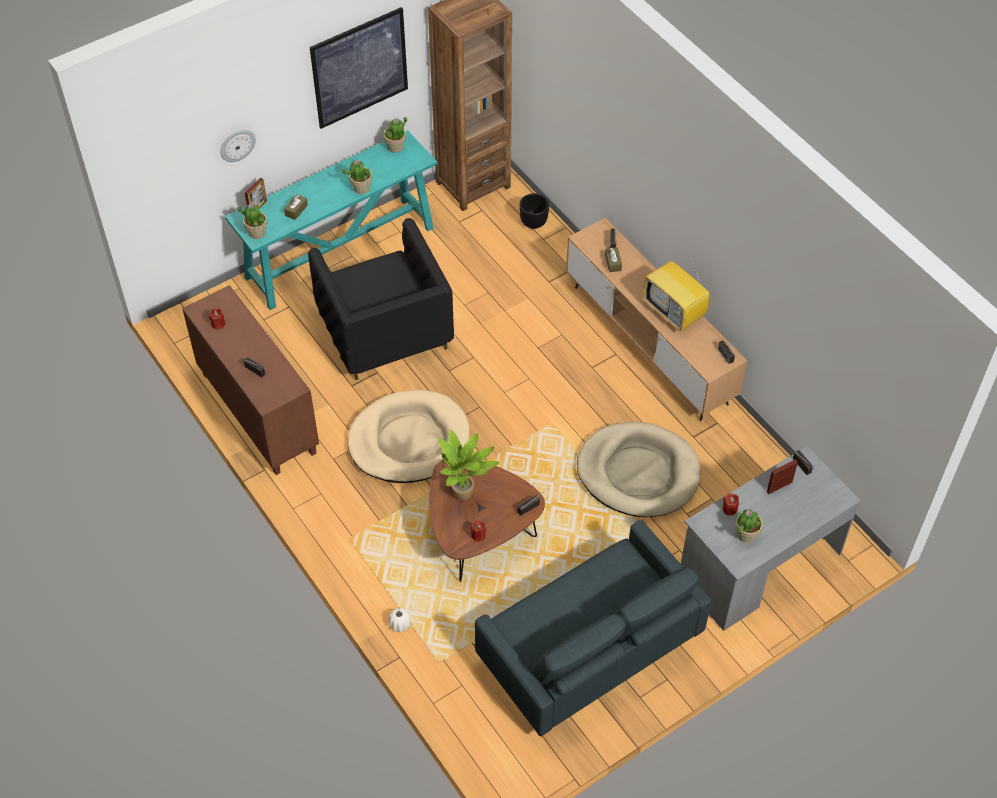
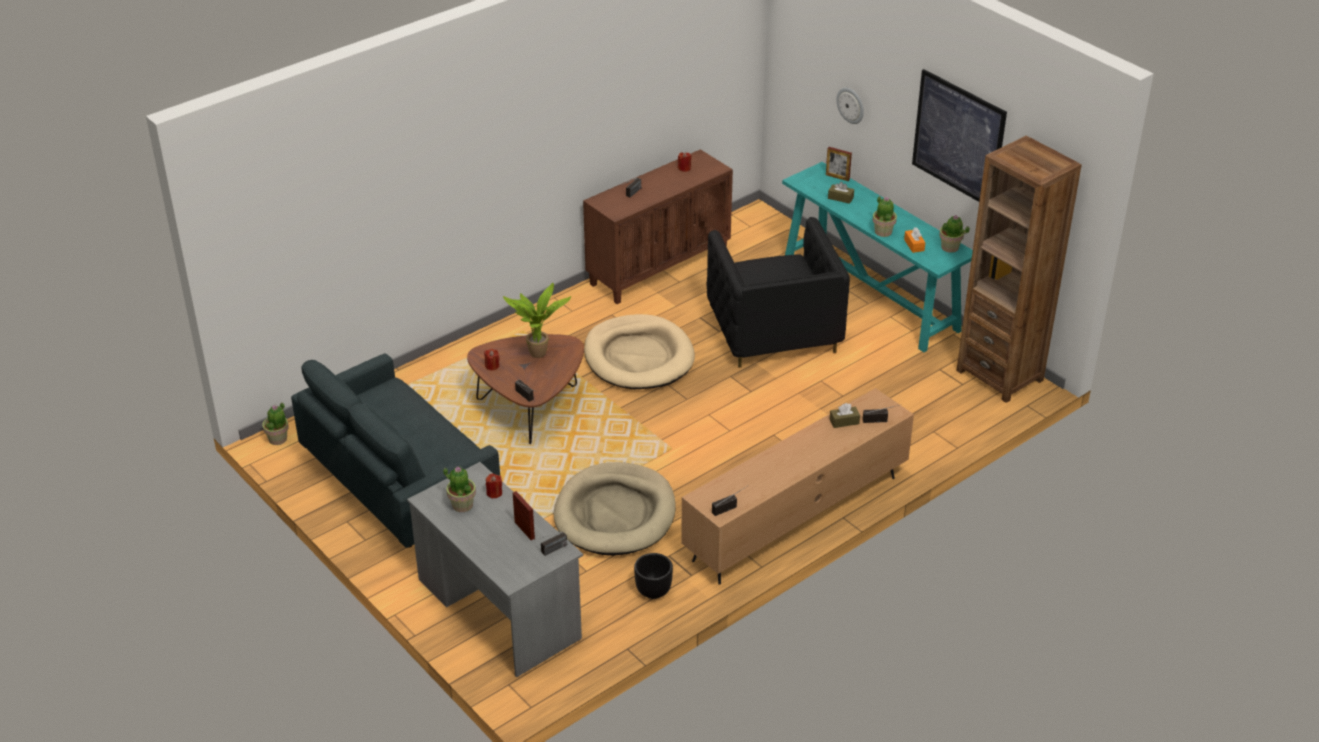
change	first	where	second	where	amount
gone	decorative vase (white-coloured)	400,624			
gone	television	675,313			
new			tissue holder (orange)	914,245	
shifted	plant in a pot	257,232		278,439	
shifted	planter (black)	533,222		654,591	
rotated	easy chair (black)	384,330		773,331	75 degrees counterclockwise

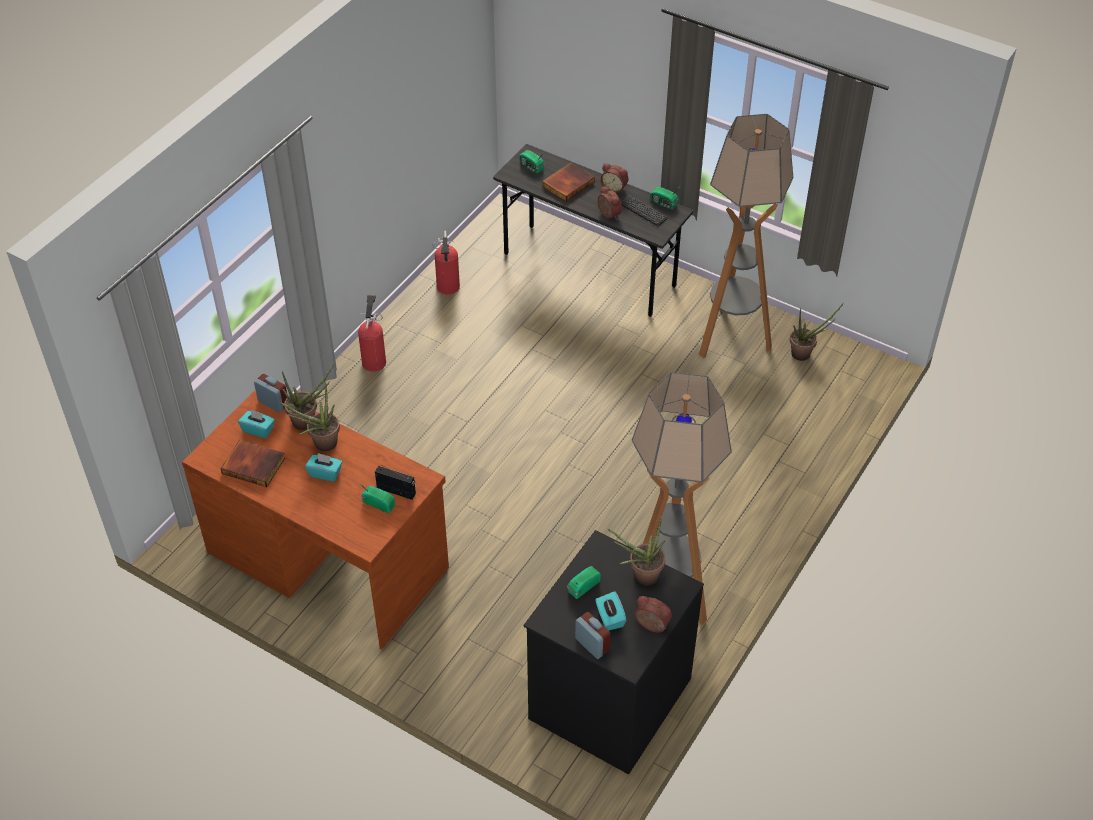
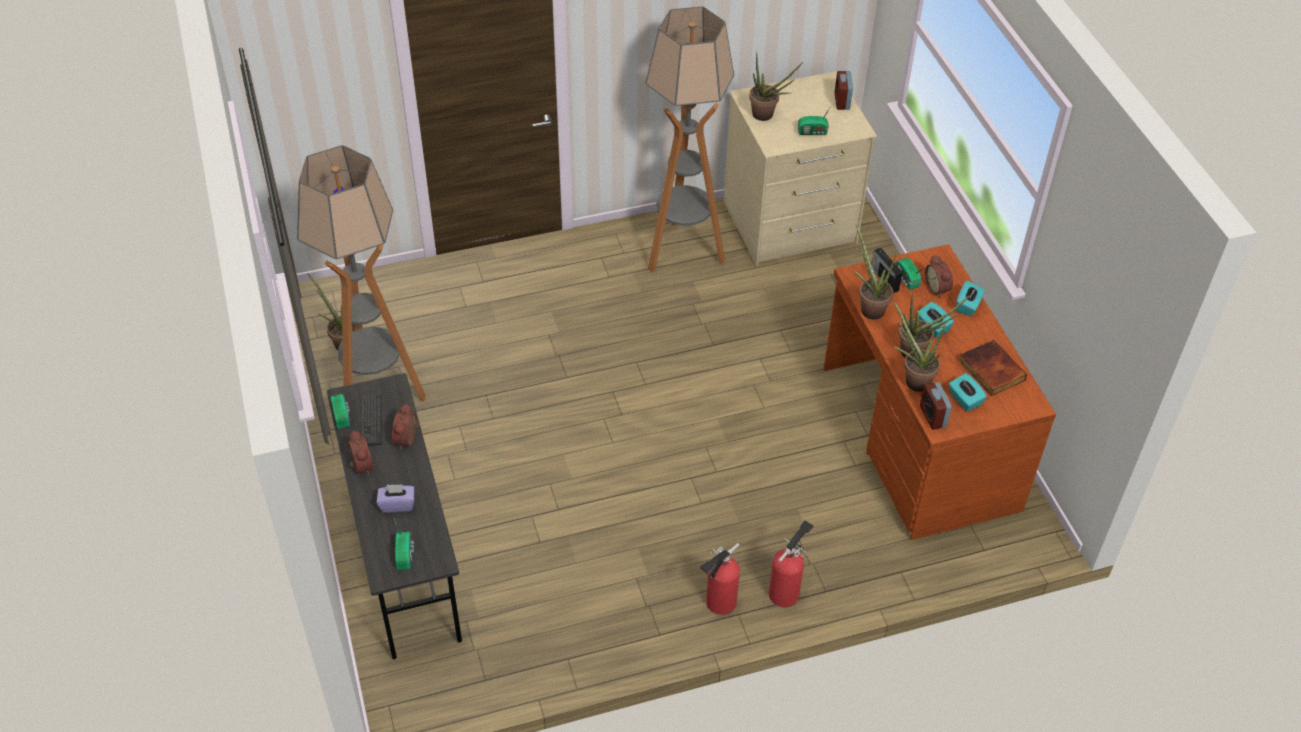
change	first	where	second	where	amount
new			plant in a pot	869,307	
shifted	extinguisher	448,288		786,592	
shifted	tissue holder (turquoise)	610,618		968,306	
shifted	table clock	651,626		938,288	
swapped	book	568,183	tissue holder (purple-coloured)	397,504	
repainted	chest of drawers (black)	608,697	chest of drawers (sand-coloured)	790,223	

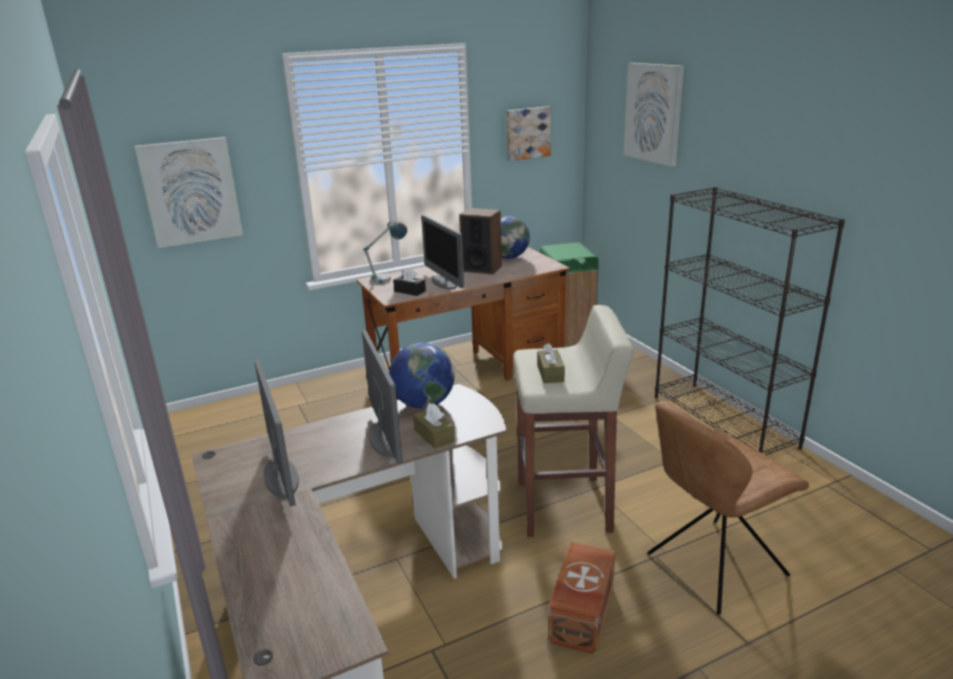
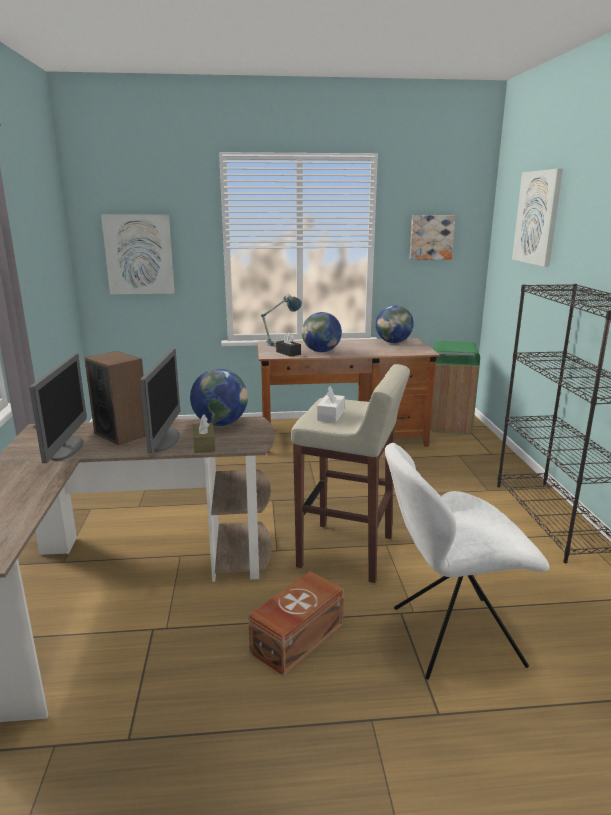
change	first	where	second	where	amount
shifted	audio speaker	481,268		122,434	
swapped	monitor	444,283	globe	321,351	
repainted	tissue holder (brownish)	550,373	tissue holder (white-coloured)	330,415	
repainted	upright chair (brownish)	712,566	upright chair (white-coloured)	451,636	

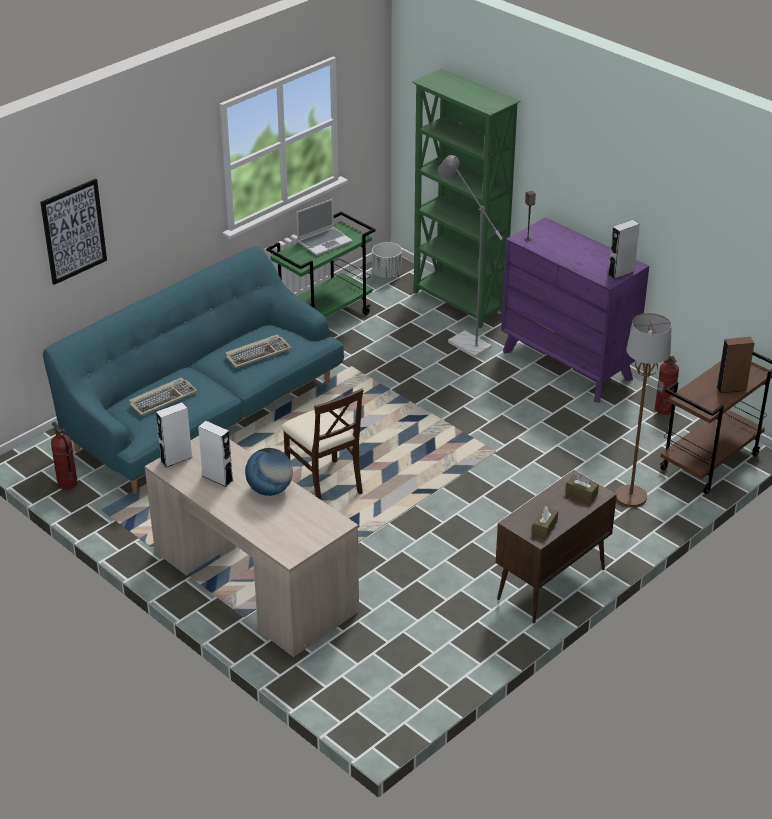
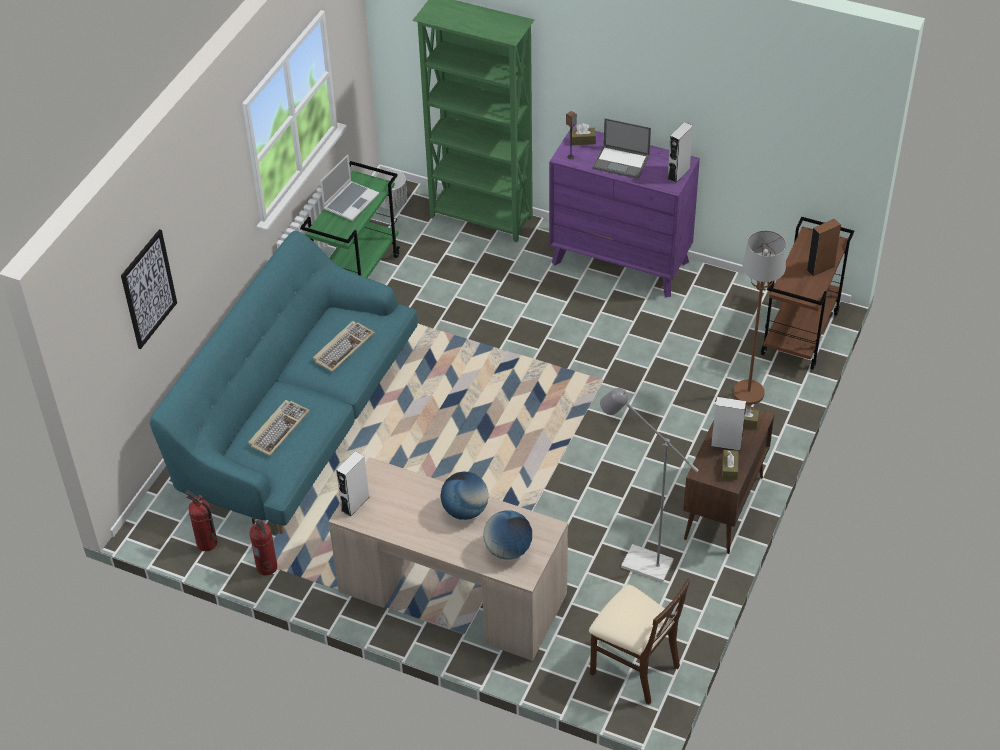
change	first	where	second	where	amount
new			globe	508,549	
new			tissue holder (brownish)	582,140	
new			portable computer	622,162	
shifted	audio speaker (white-coloured)	217,478		726,444	
shifted	upright chair (sand-coloured)	324,485		634,668	
shifted	standard lamp (grey)	463,342		638,561	
shifted	extinguisher	664,409		267,567	

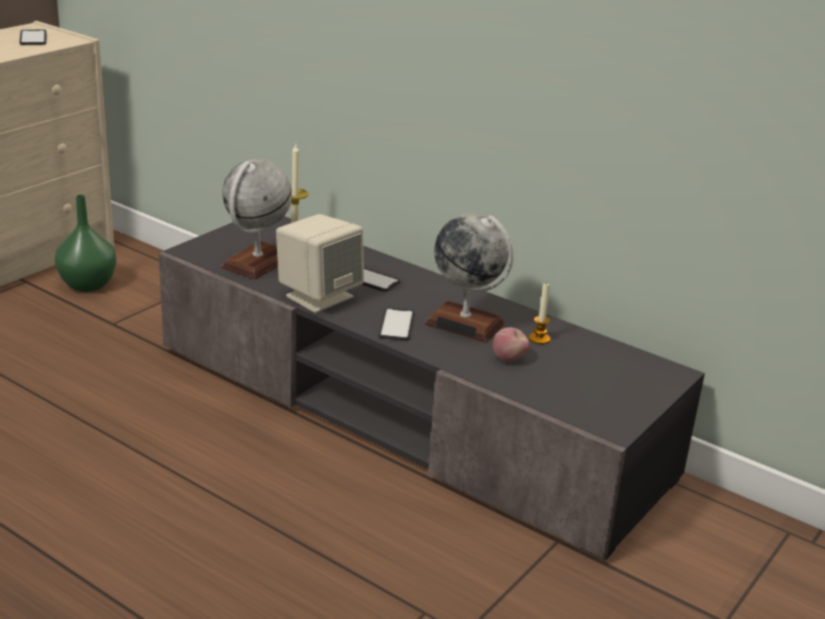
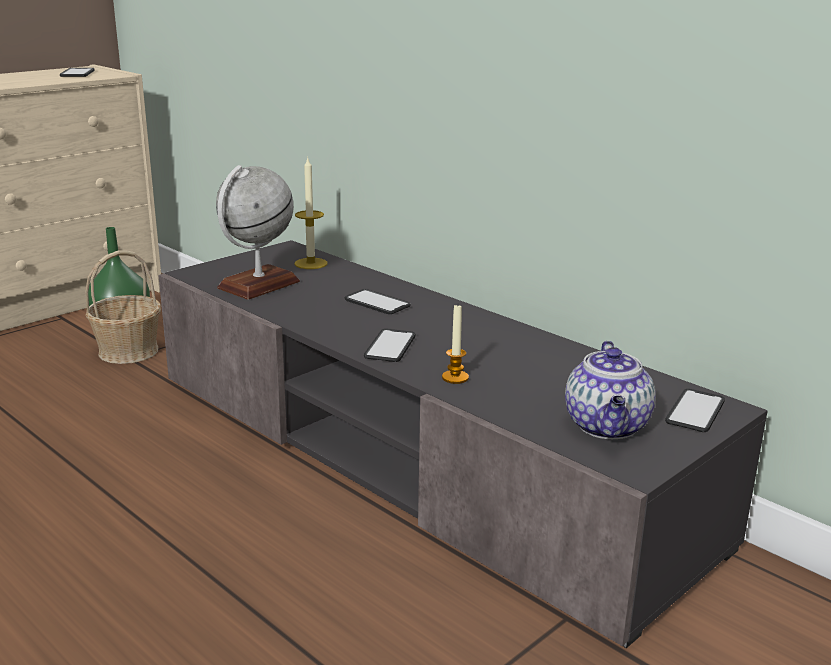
change	first	where	second	where	amount
gone	audio speaker (sand-coloured)	319,296			
gone	globe	465,323			
gone	apple fruit	509,359			
new			household basket	129,351	
new			tea pot	608,427	
new			phone	695,411	
shifted	wax light	539,339		455,378	

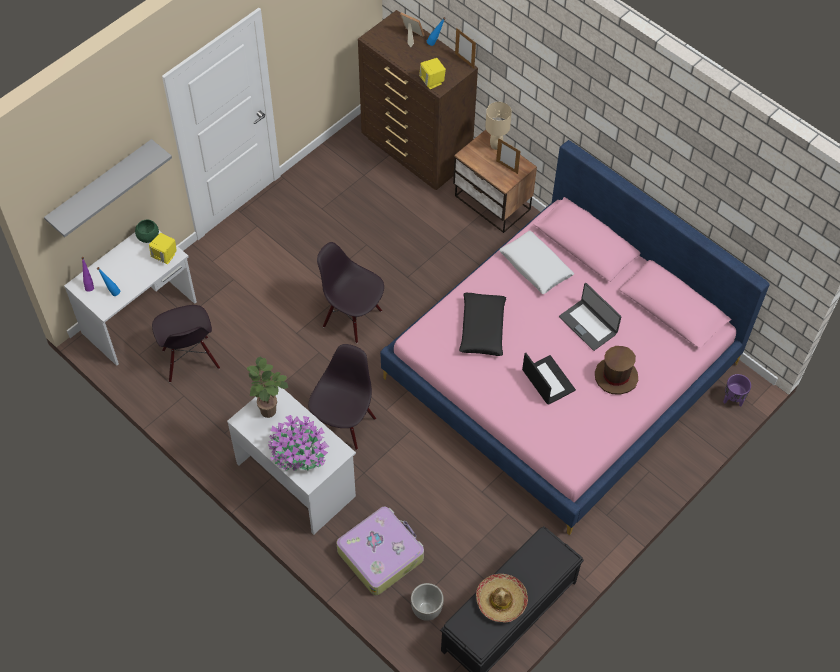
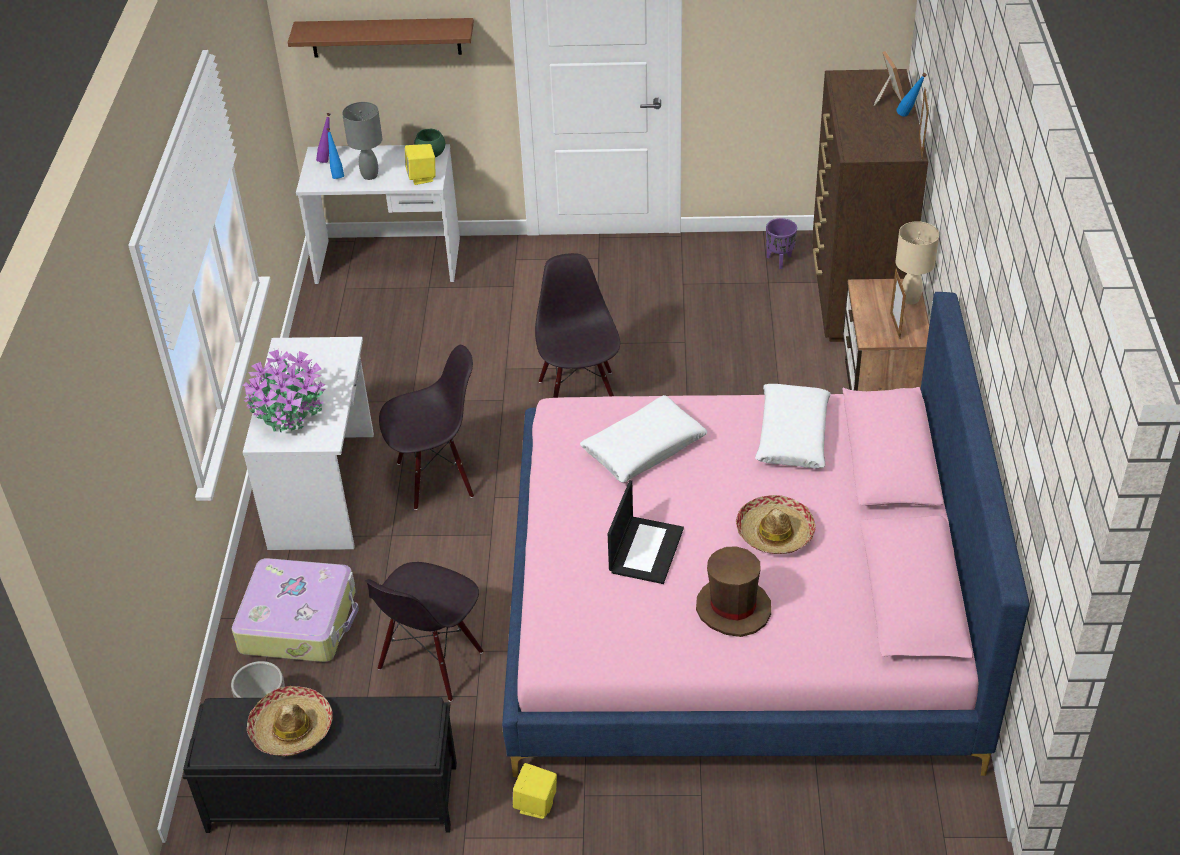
change	first	where	second	where	amount
gone	plant in a pot	270,412			
new			lamp for a table (grey)	370,175	
shifted	upright chair (black)	190,359		431,662	
shifted	audio speaker (yellow)	432,81		536,805	
shifted	planter (purple-coloured)	733,399		780,260	
swapped	portable computer	588,325	wearable hat	774,532	
repainted	shelf (grey)	101,186	shelf (brownish)	385,37	
repainted	cushion (black)	482,328	cushion (white-coloured)	643,448	

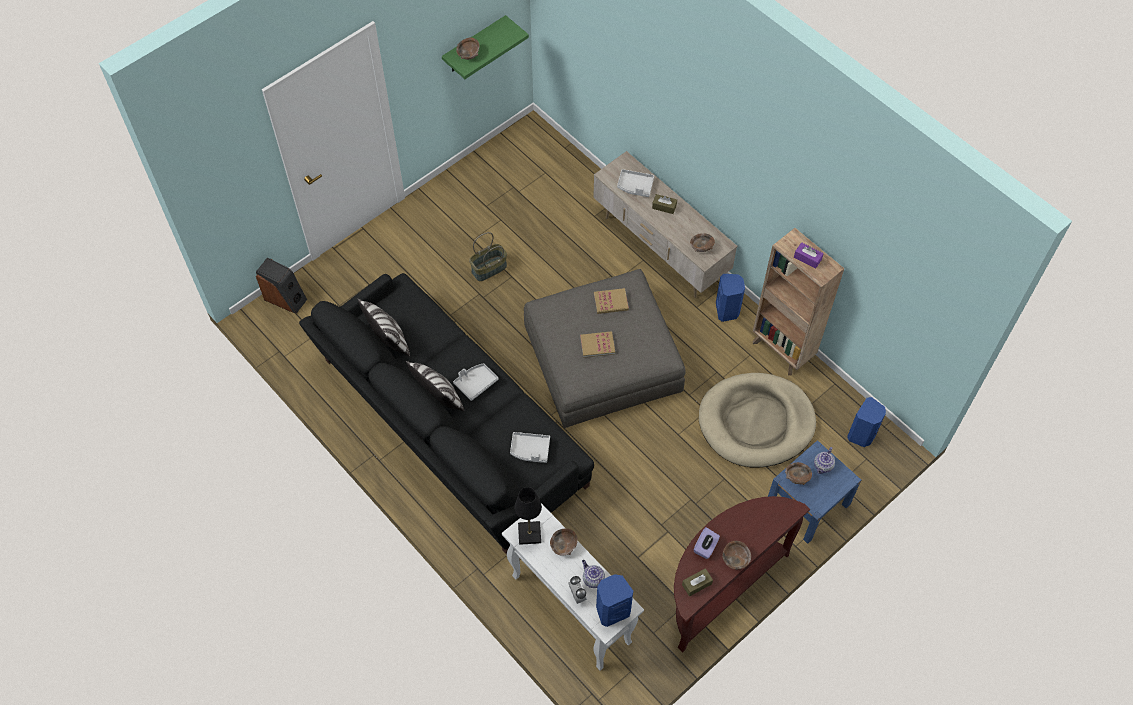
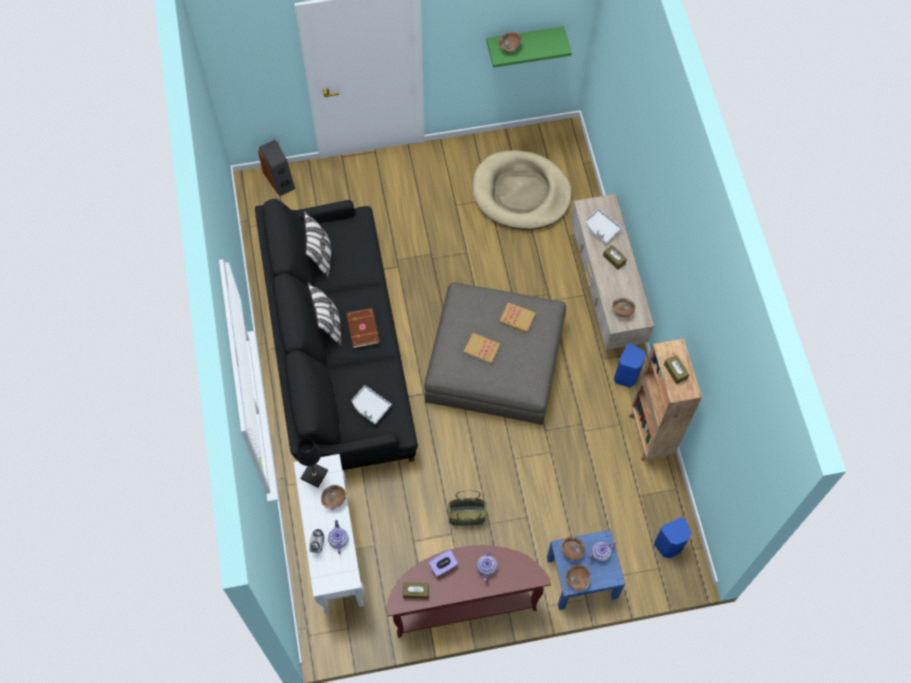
change	first	where	second	where	amount
gone	audio speaker (blue-coloured)	612,610			
new			tea pot	487,568	
shifted	household basket	489,269		466,516	
shifted	dog bed (sand-coloured)	756,422		521,193	
shifted	serving bowl (brownish)	735,558		577,579	
swapped	tray (grey)	475,383	book (brownish)	363,328	
repainted	tissue holder (purple-coloured)	807,258	tissue holder (brownish)	675,371	

